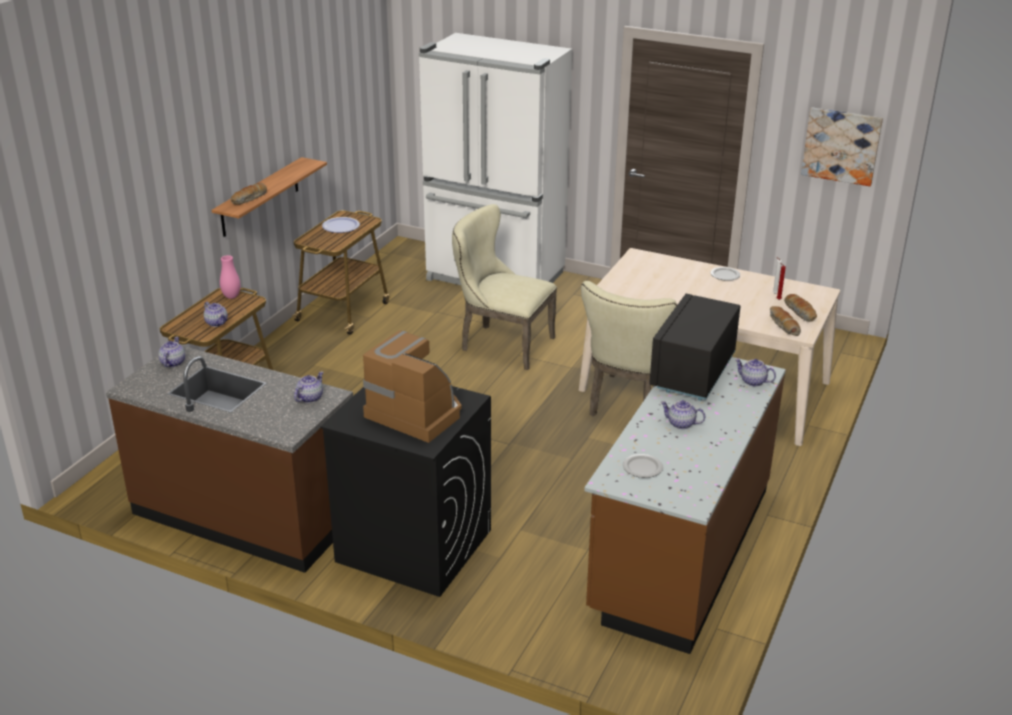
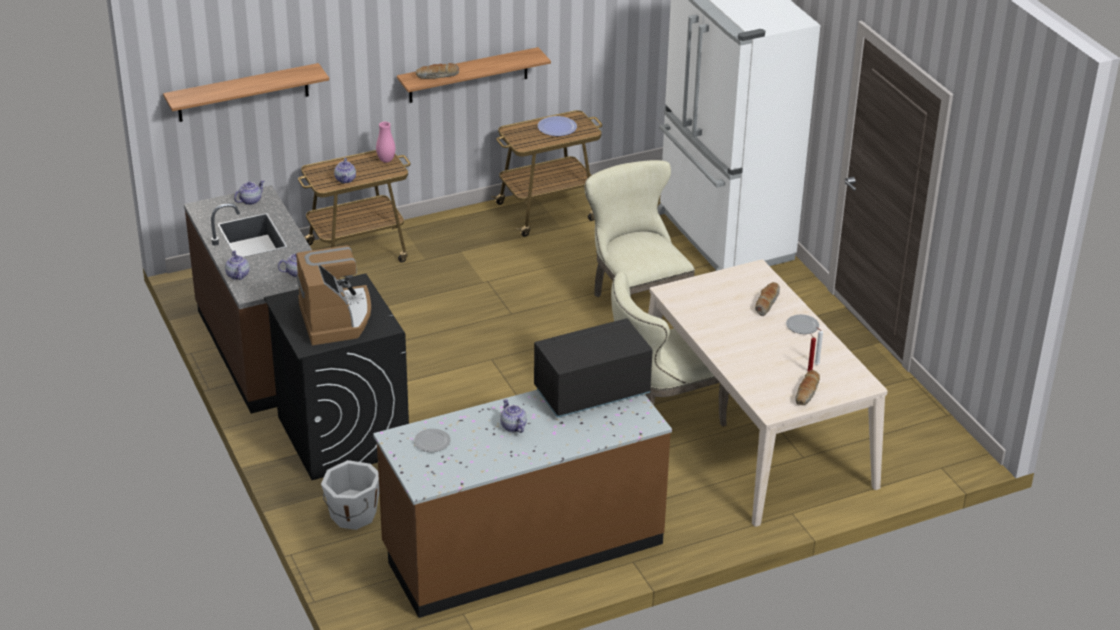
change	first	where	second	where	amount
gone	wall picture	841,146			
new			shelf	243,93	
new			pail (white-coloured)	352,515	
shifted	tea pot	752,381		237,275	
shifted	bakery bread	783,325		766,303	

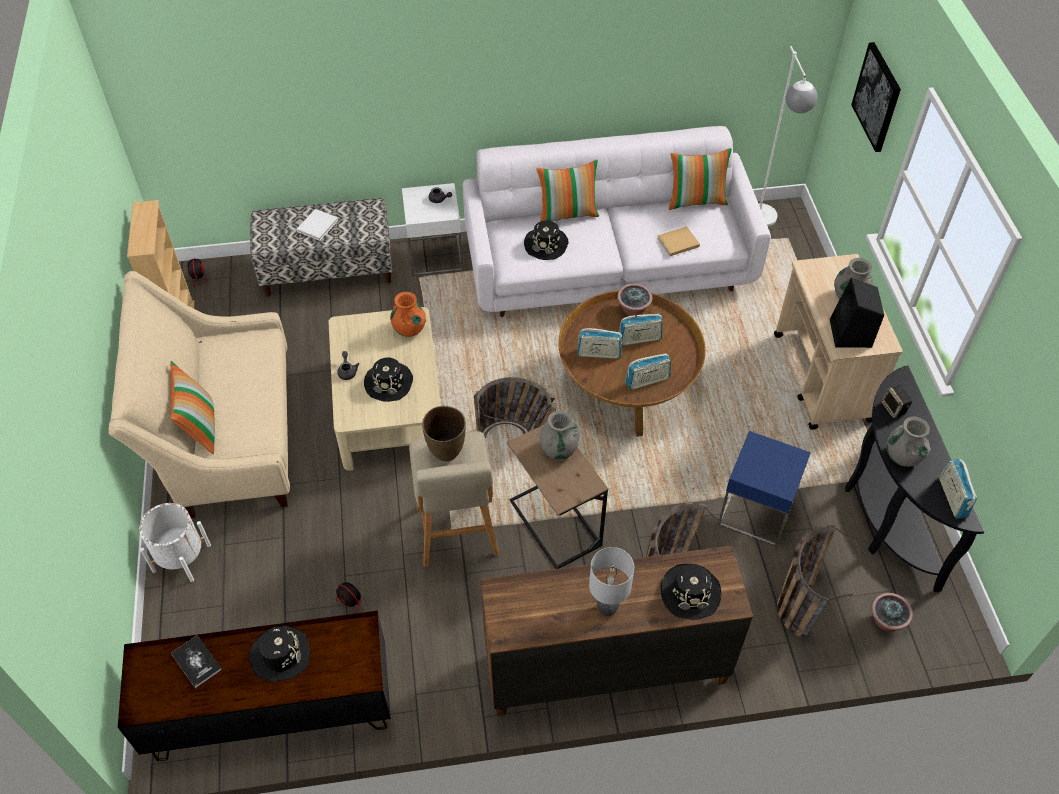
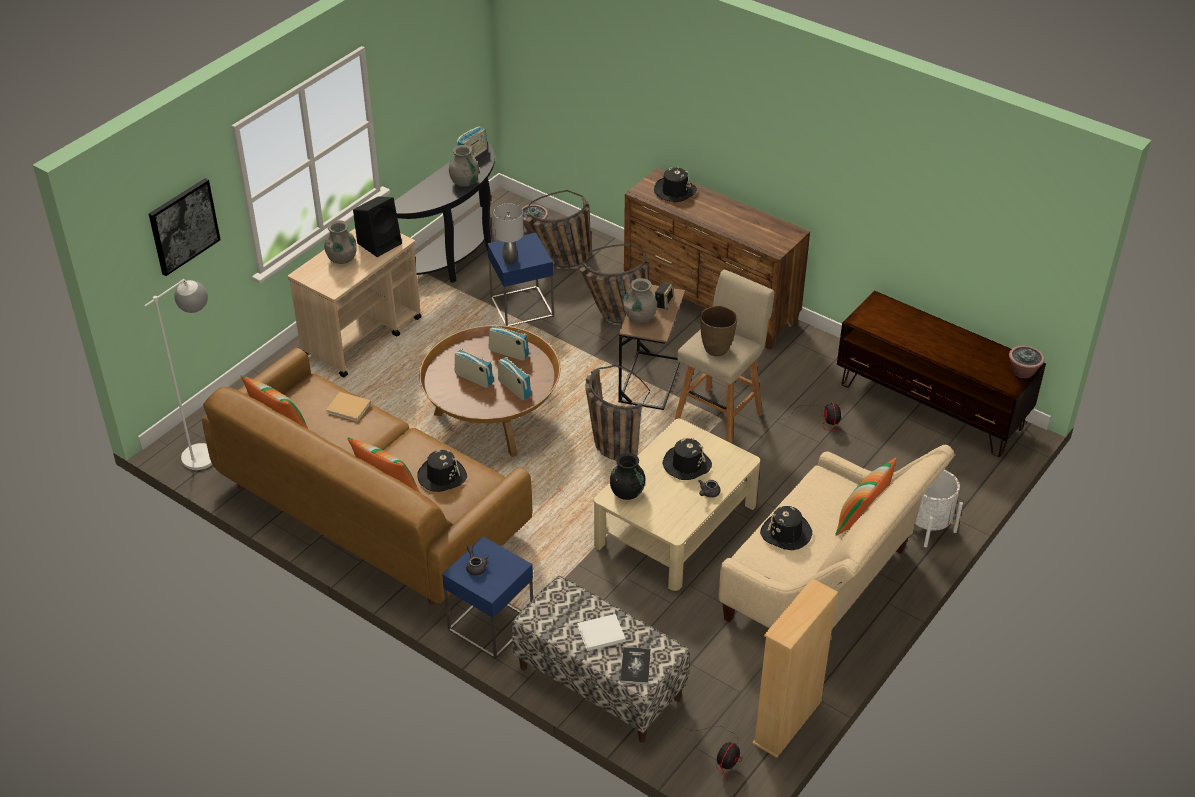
change	first	where	second	where	amount
shifted	book	196,662		635,666	
shifted	wearable hat (black)	280,655		786,533	
shifted	lamp for a table (grey)	607,609		510,260	
shifted	plant in a pot	633,311		1022,372	
shifted	audio speaker	894,408		664,303	
repainted	decorative vase (orange)	409,329	decorative vase (black)	627,492	
repainted	accent table (white-coloured)	435,255	accent table (blue-coloured)	490,625	
repainted	sofa (white-coloured)	608,264	sofa (brownish)	369,509	

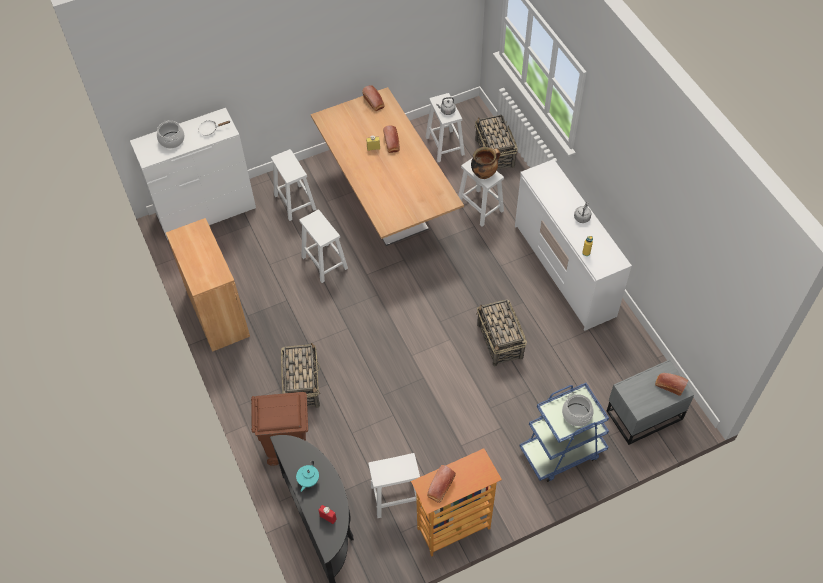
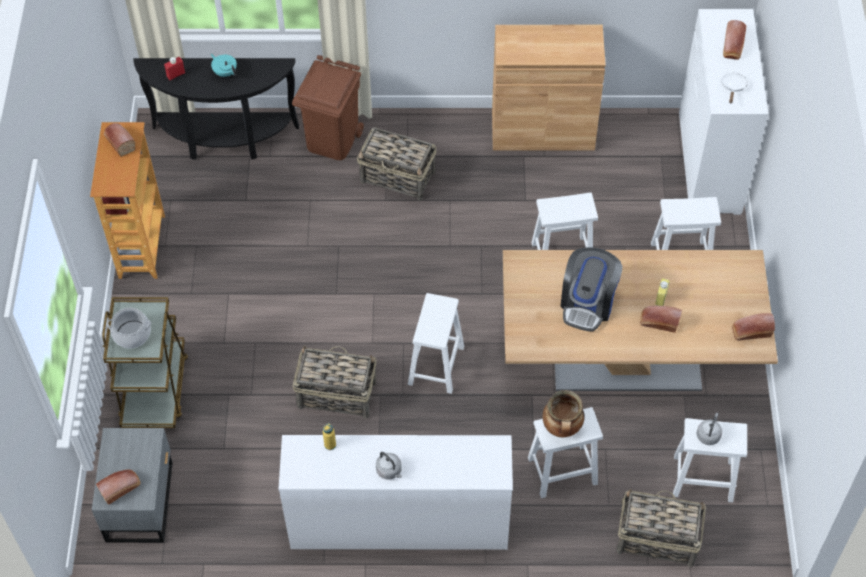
change	first	where	second	where	amount
new			coffee brewer	588,303	
shifted	stool (white-coloured)	395,497		436,364	
swapped	cooking pot	172,140	bakery bread	732,47	
repainted	cart (blue-coloured)	562,451	cart (brownish)	155,389	

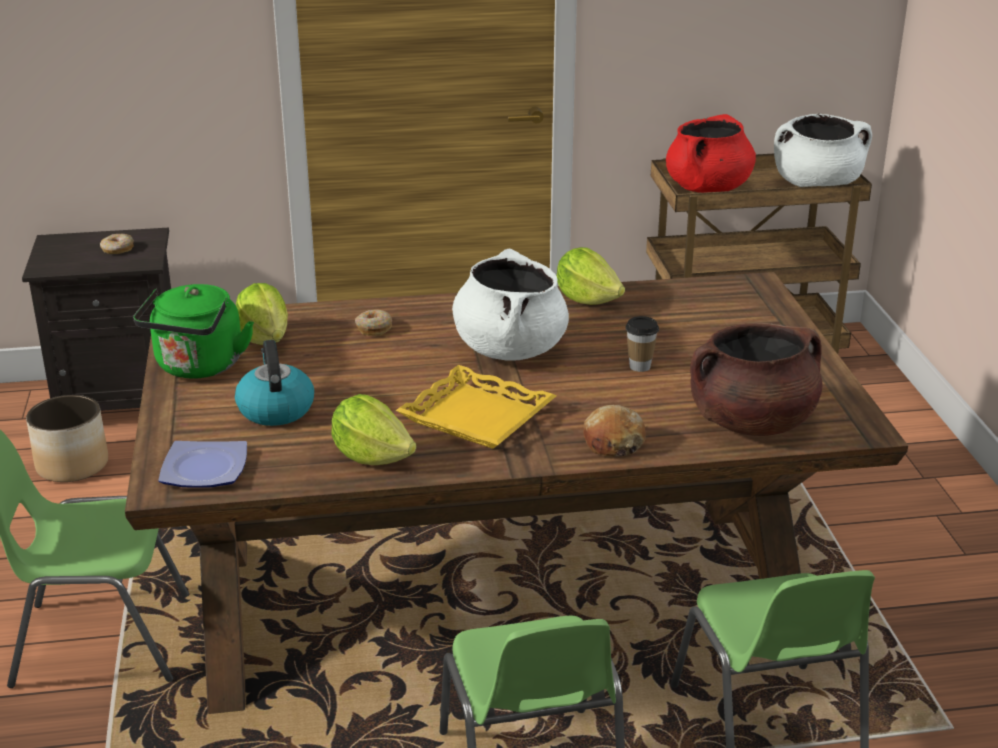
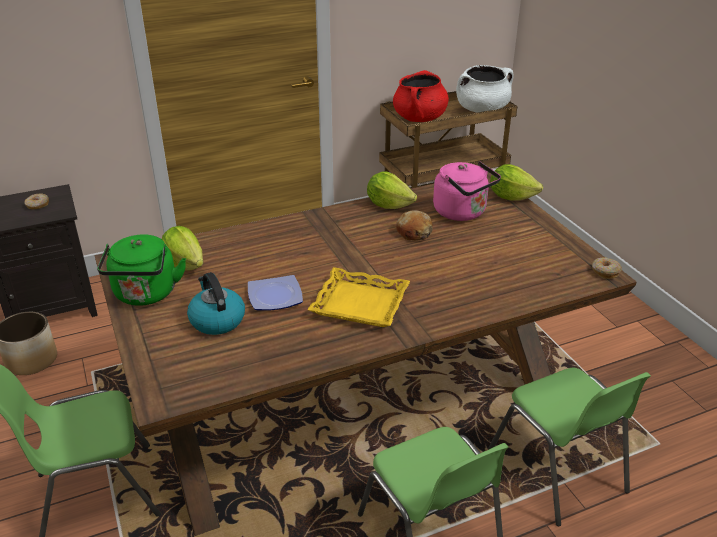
change	first	where	second	where	amount
gone	cooking pot (white-coloured)	510,349			
gone	small cup	640,366			
gone	cooking pot (brownish)	751,422			
new			water kettle (pinkish)	462,213	
shifted	plate	202,470		274,297	
shifted	lettuce	372,456		511,197	
shifted	donut	373,328		605,272	
shifted	bakery bread	613,442		414,232	

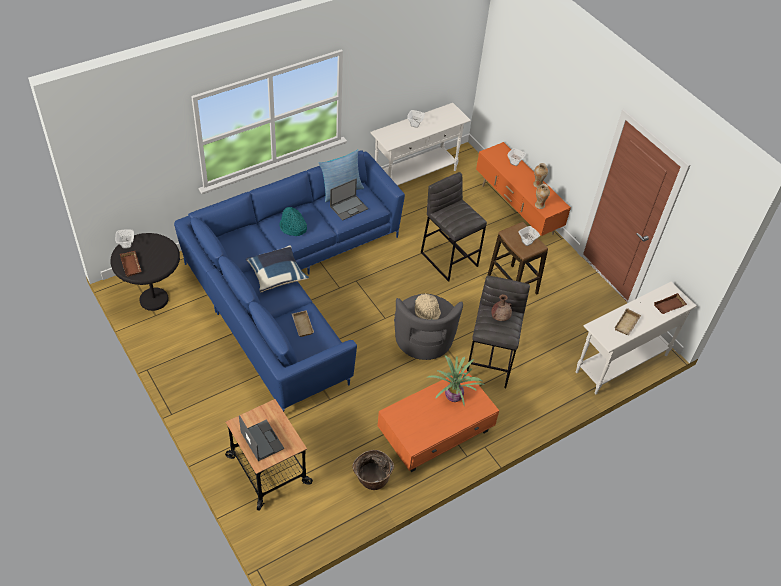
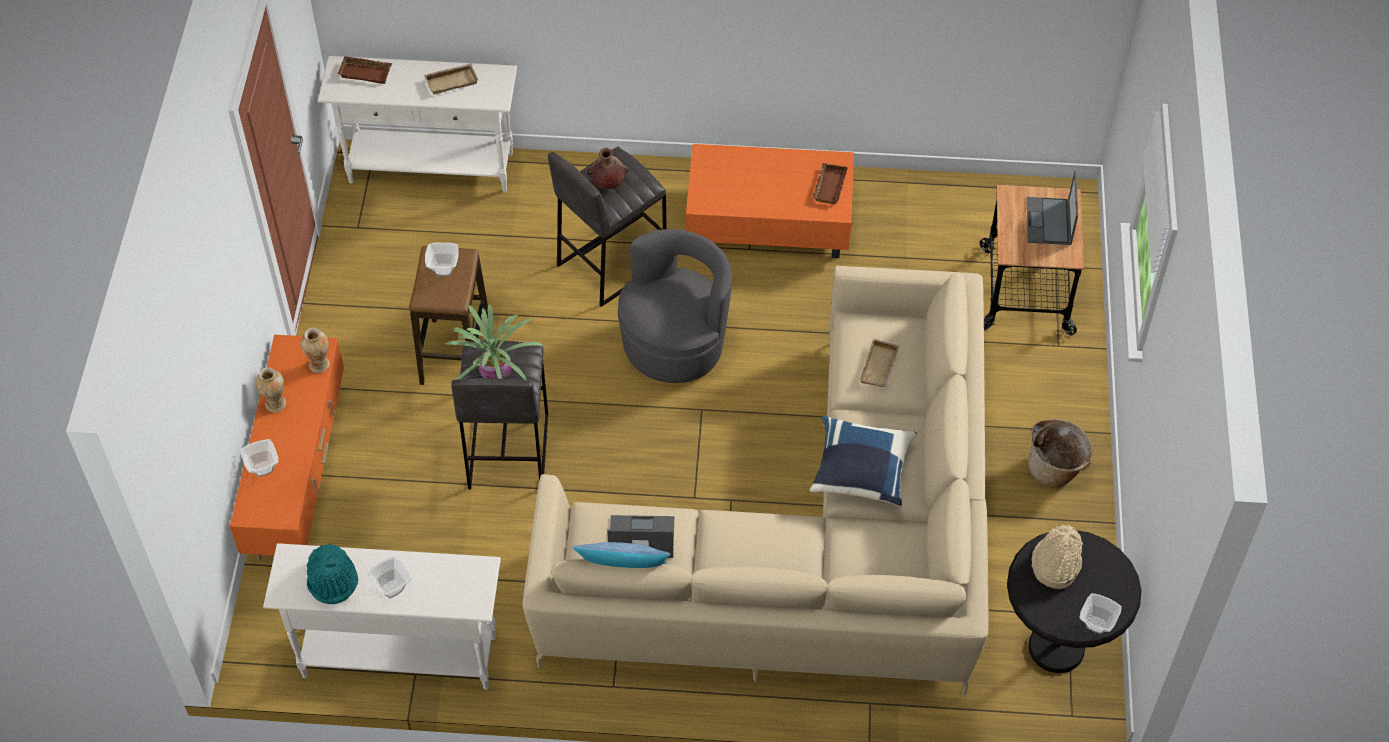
change	first	where	second	where	amount
shifted	tray (brownish)	132,265		828,186	
shifted	wearable hat (turquoise)	292,228		332,579	
shifted	household basket	371,479		1055,469	
shifted	wearable hat (sand-coloured)	427,311		1055,564	
shifted	plant in a pot	454,396		494,374	
repainted	sofa (blue-coloured)	289,287	sofa (sand-coloured)	813,547	

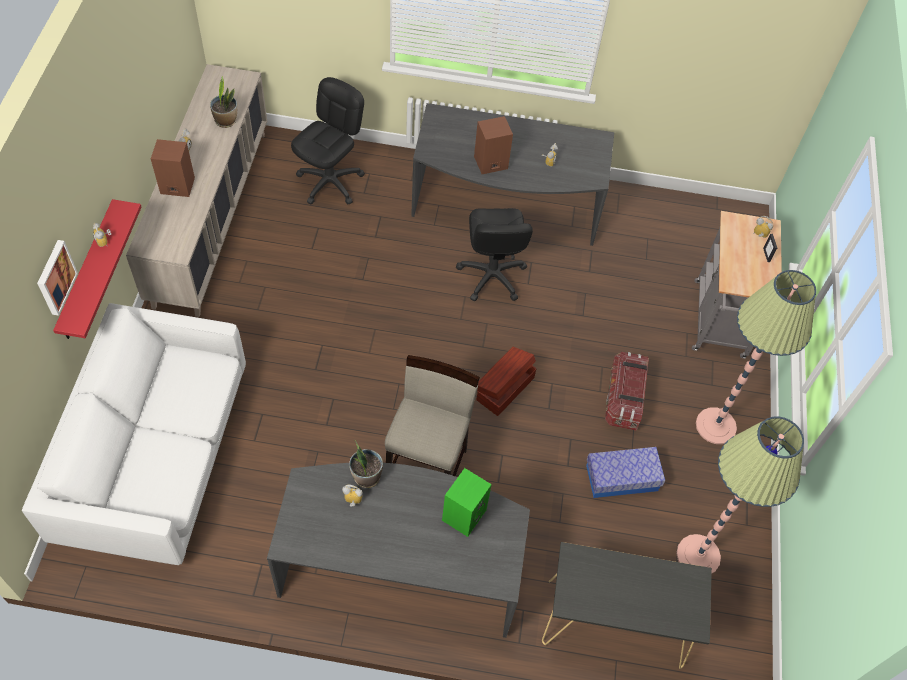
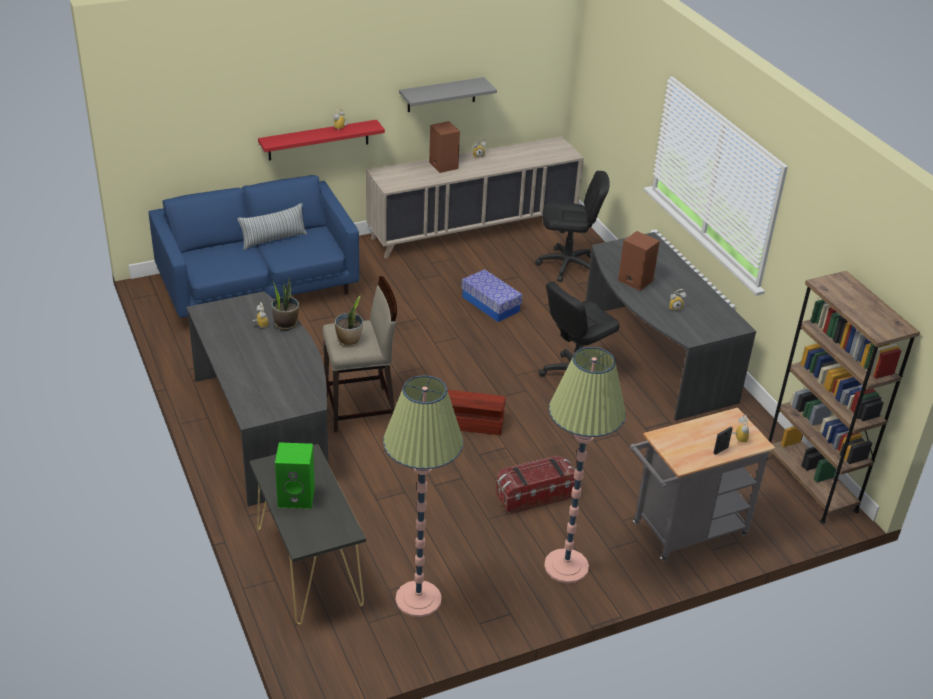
change	first	where	second	where	amount
gone	wall picture	55,277			
new			cushion	273,239	
new			shelf (grey)	441,95	
new			shelving unit (brownish)	809,484	
shifted	plant in a pot	226,120		349,340	
shifted	audio speaker (green)	464,514		297,497	
shifted	storage container	621,478		490,304	
repainted	sofa (white-coloured)	157,458	sofa (blue-coloured)	258,287	

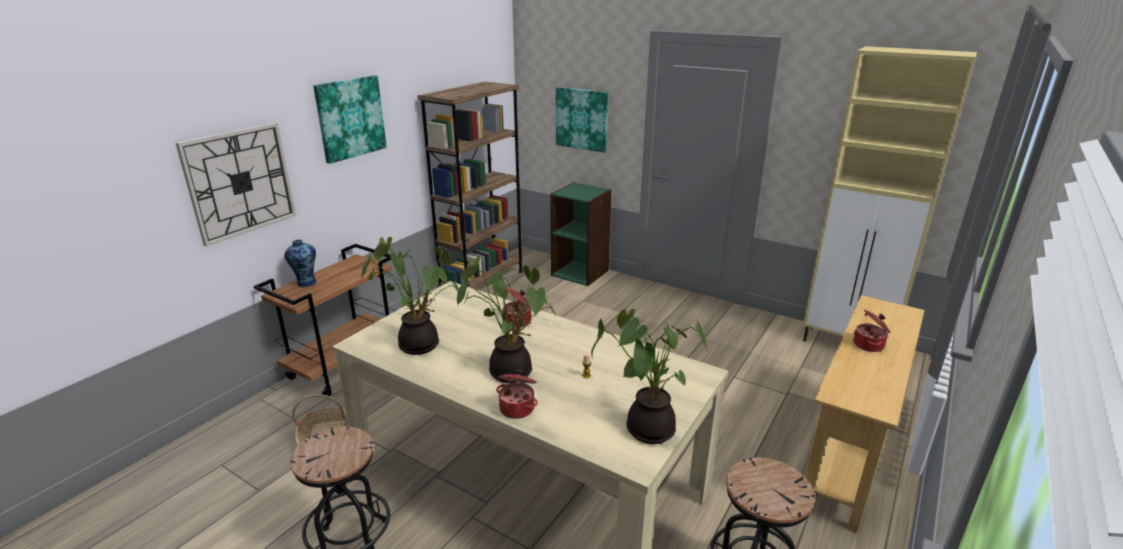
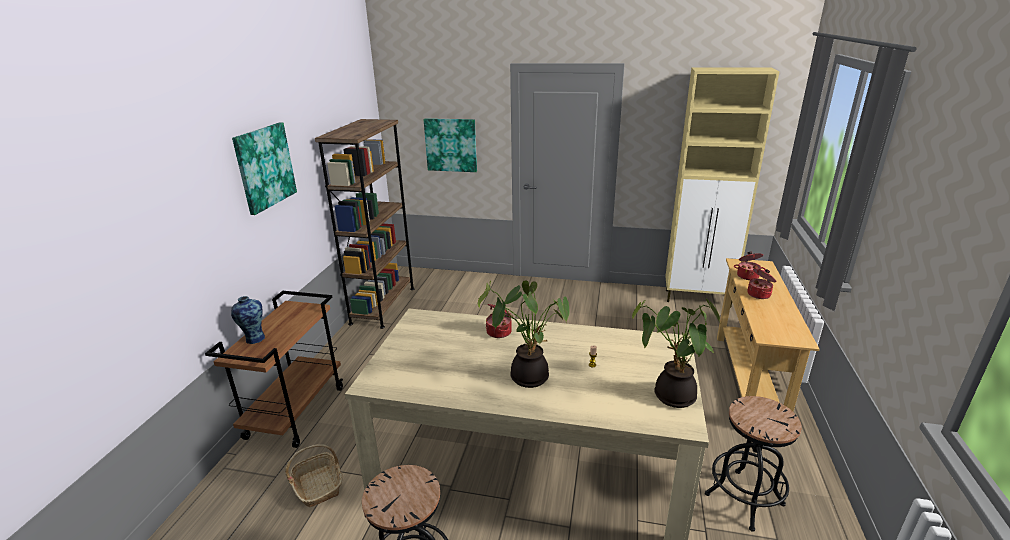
change	first	where	second	where	amount
gone	wall clock	240,182			
gone	plant in a pot	420,343			
gone	shelving unit (green)	580,272			
shifted	cooking pot	517,408		747,276	

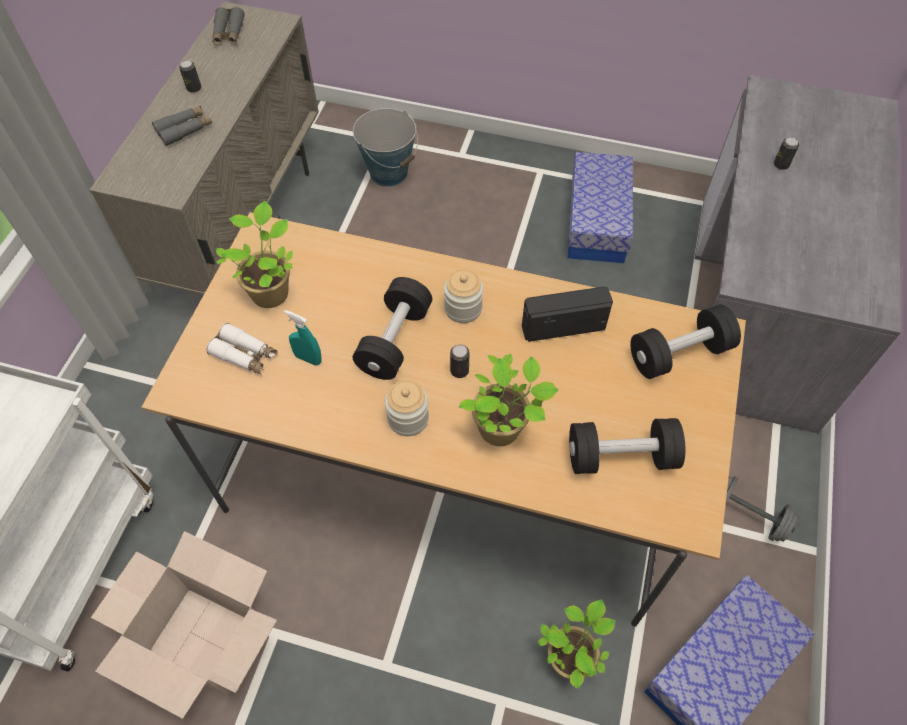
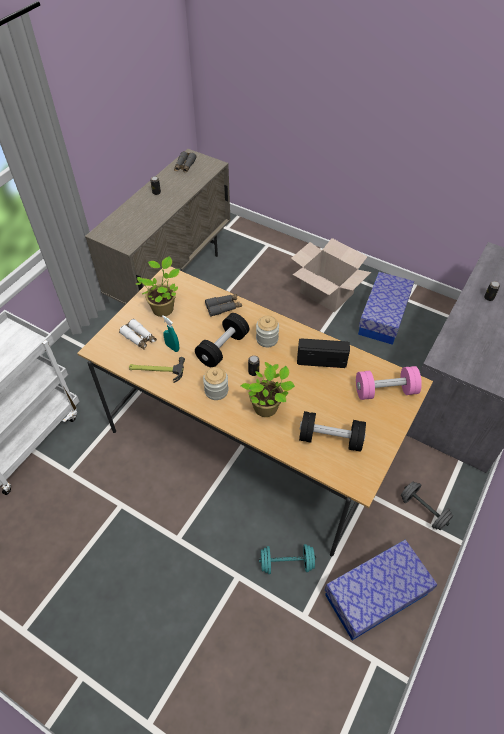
change	first	where	second	where	amount
gone	pail	389,172			
new			hammer	156,370	
shifted	cardboard box	208,640		327,293	
shifted	binoculars (grey)	185,130		223,307	
swapped	plant in a pot	570,657	hand weight (turquoise)	286,563	
repainted	hand weight (black)	679,354	hand weight (pinkish)	385,391	

